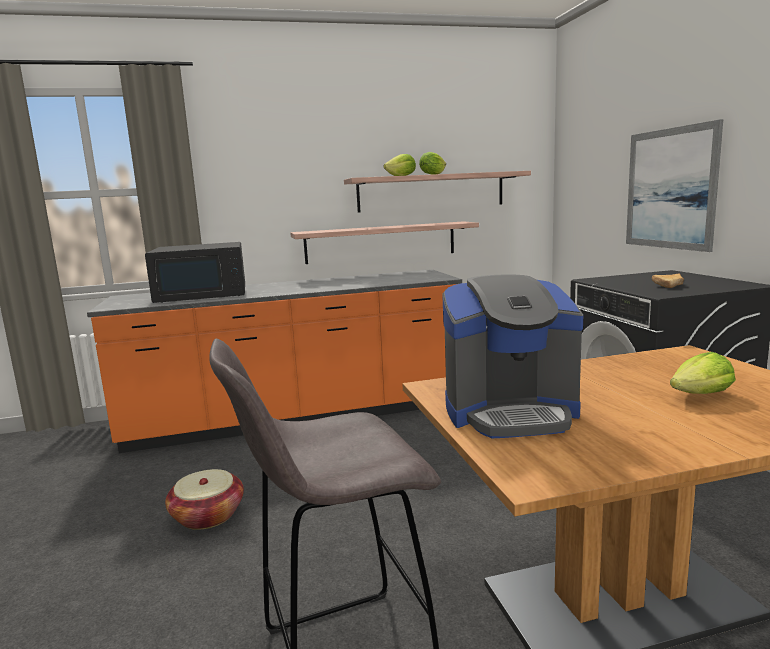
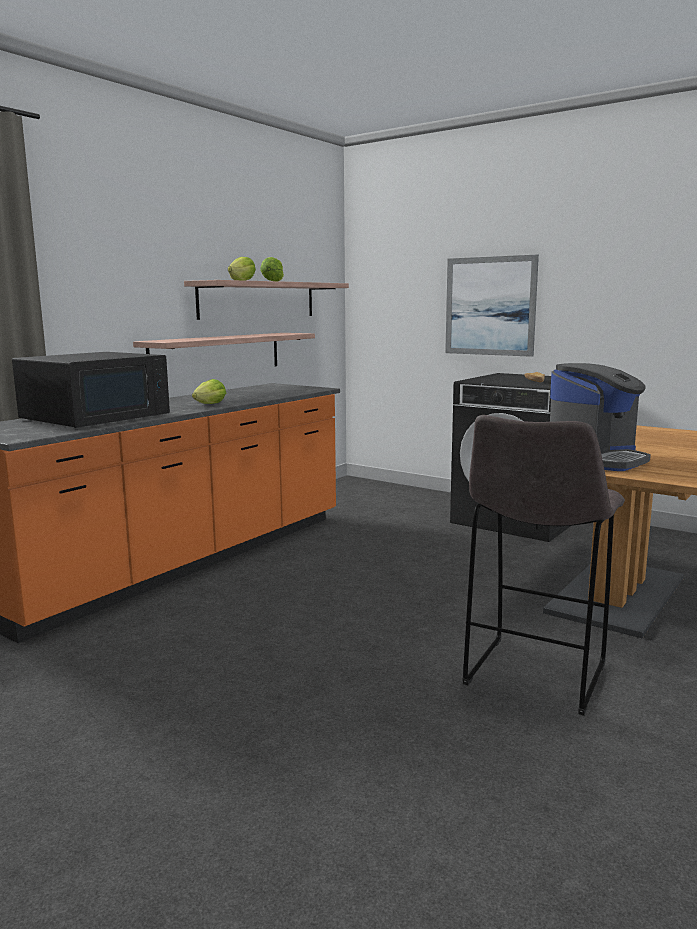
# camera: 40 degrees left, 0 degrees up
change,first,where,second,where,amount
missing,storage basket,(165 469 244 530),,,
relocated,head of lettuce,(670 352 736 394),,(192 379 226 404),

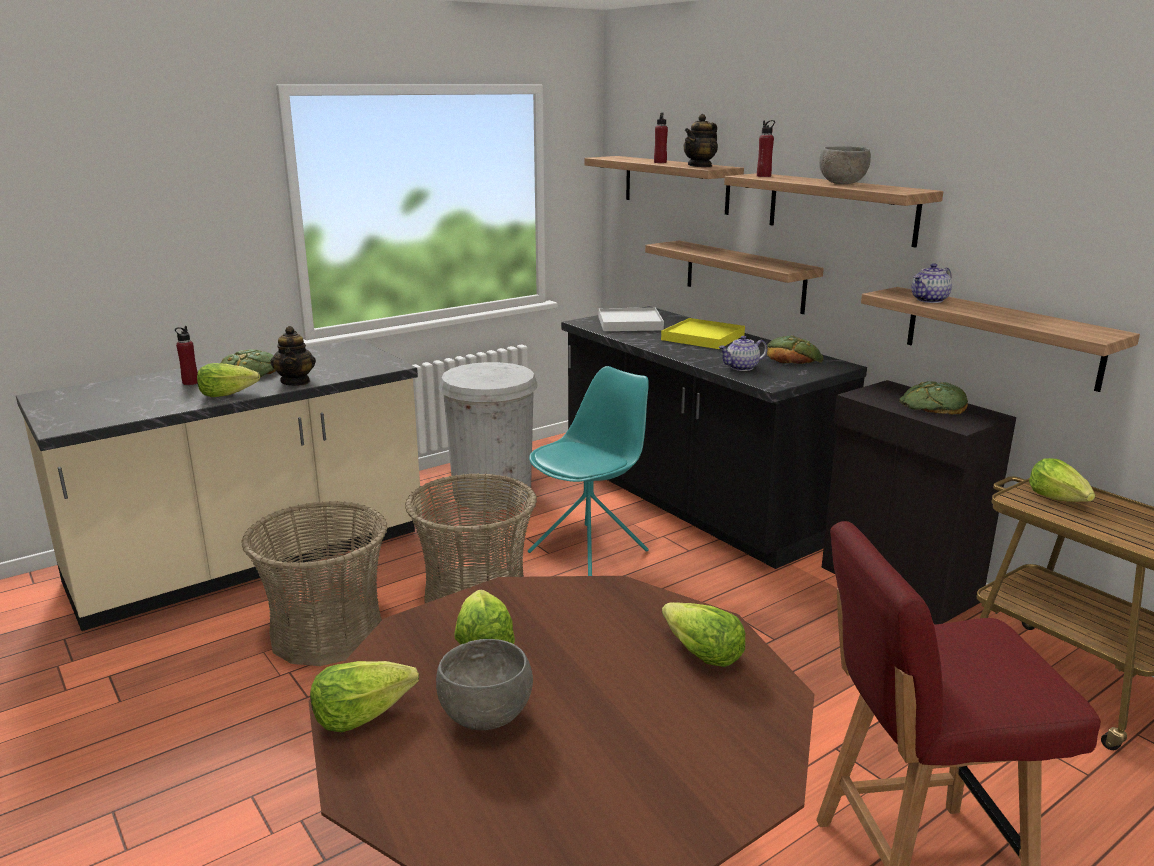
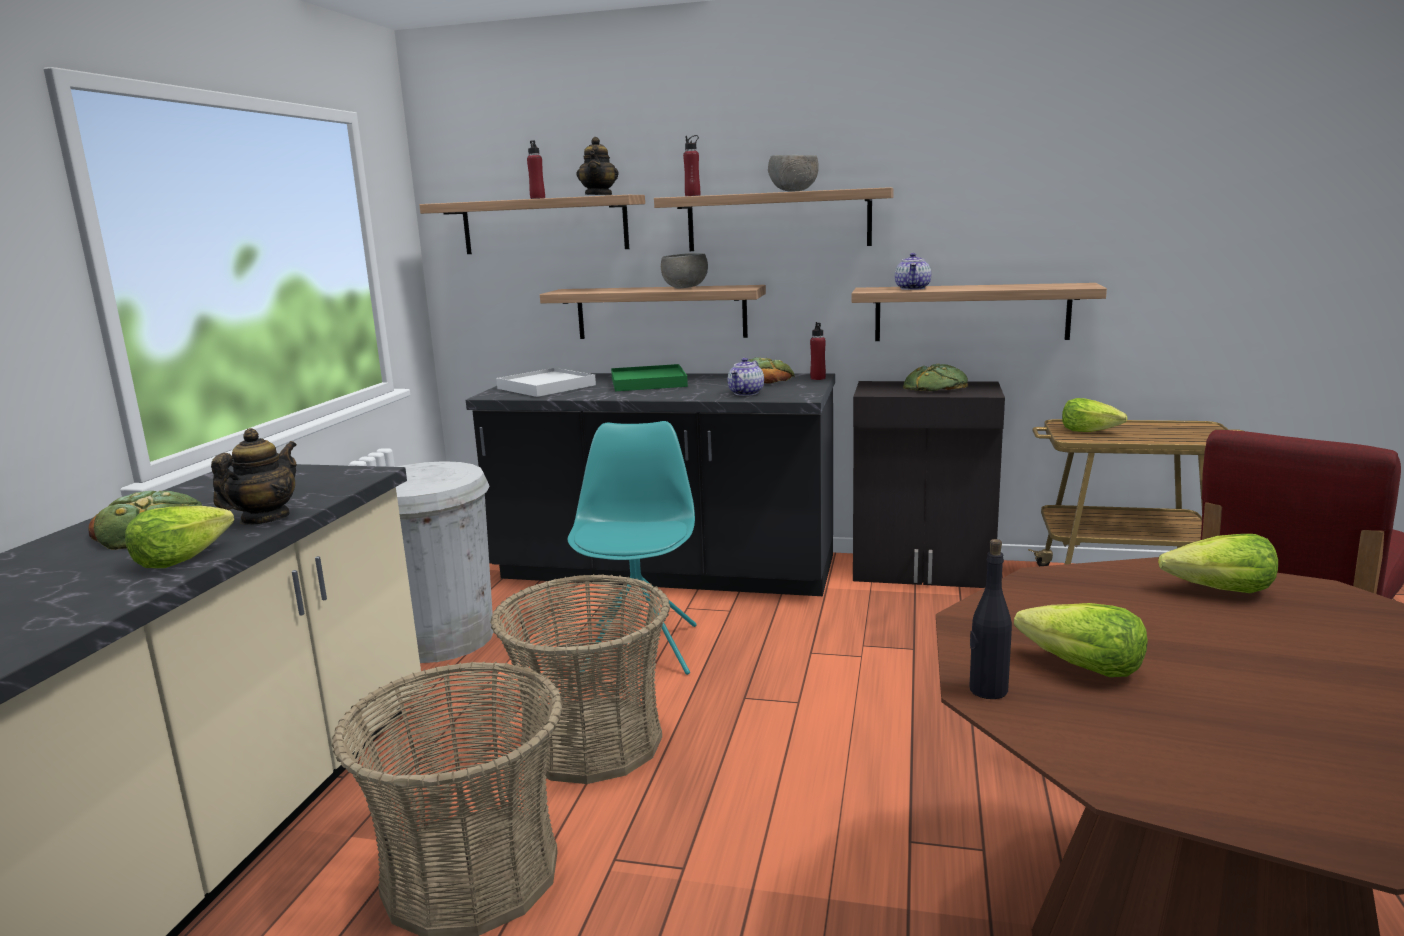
# camera: 40 degrees left, 5 degrees down
change,first,where,second,where,amount
relocated,reddish drink bottle,(175 326 198 385),,(810 322 826 380),
spun,tea pot,(270 326 316 386),,(211 428 297 525),105 degrees counterclockwise
missing,head of lettuce,(310 661 419 732),,,
relocated,greyish deep dish,(436 639 533 730),,(661 253 708 289),
colour,yellowish carrying tray,(661 318 745 349),green-coloured carrying tray,(611 364 688 391),
appeared,,,black drink bottle,(970 539 1012 699),

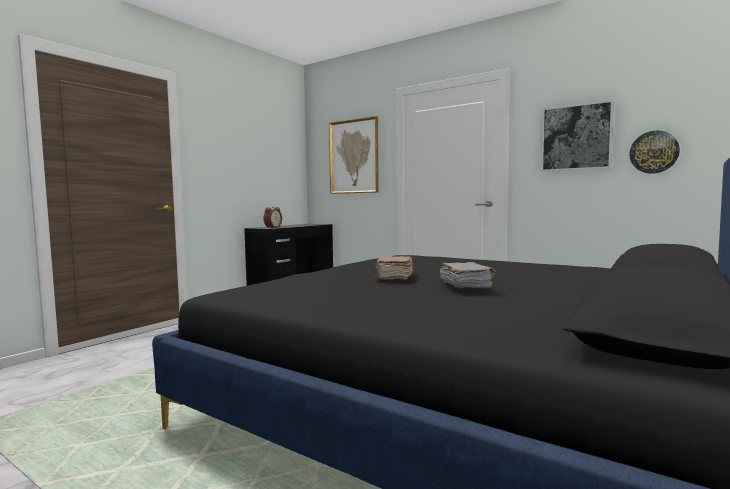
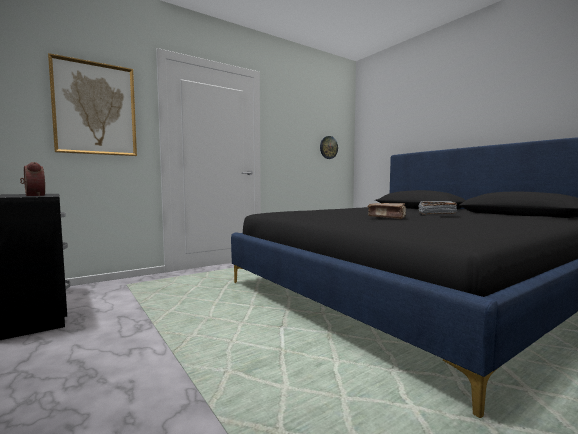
# camera: 70 degrees left, 0 degrees up
change,first,where,second,where,amount
missing,picture,(540 99 615 172),,,

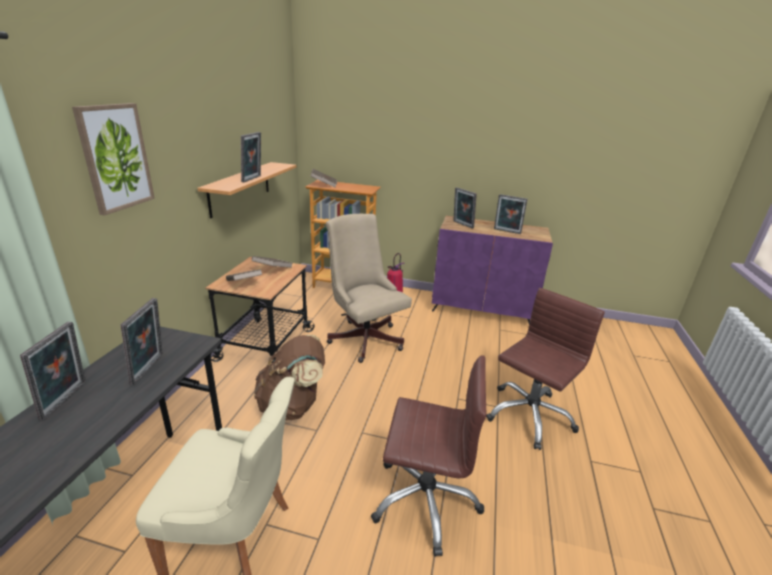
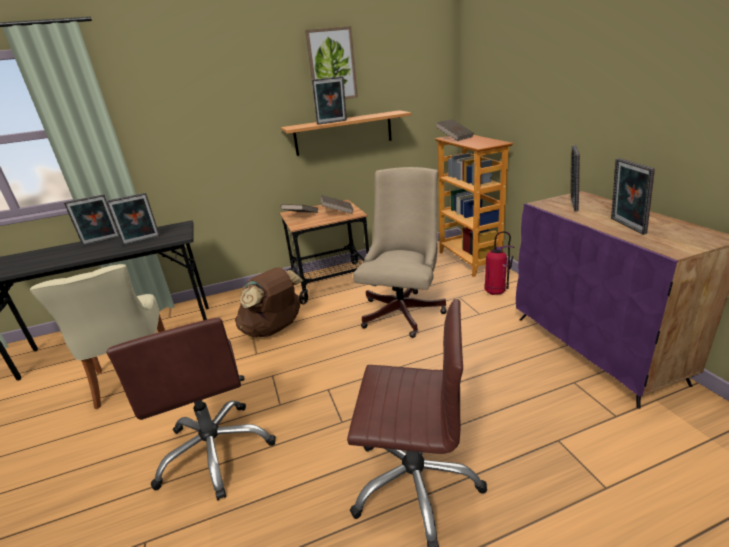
# camera: 60 degrees right, 0 degrees up
change,first,where,second,where,amount
relocated,picture,(72 103 155 216),,(305 26 358 99),

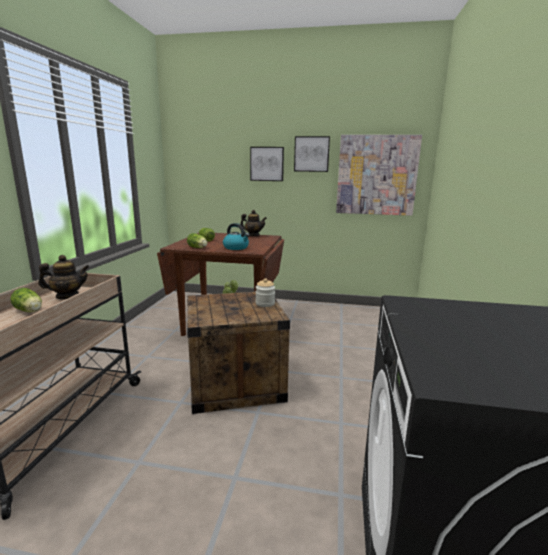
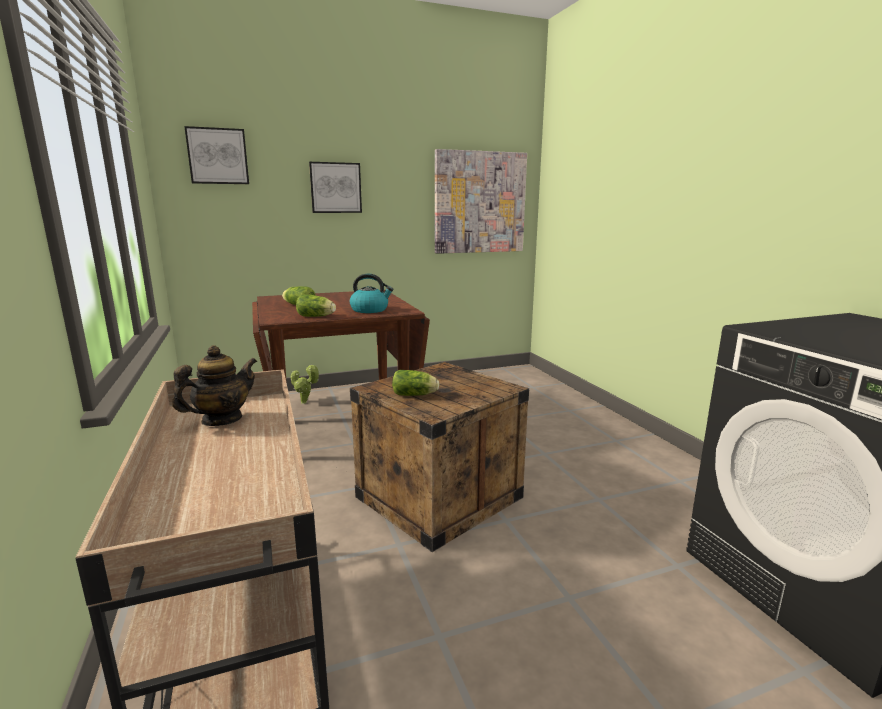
# camera: 30 degrees left, 0 degrees up
change,first,where,second,where,amount
relocated,head of lettuce,(10 288 42 312),,(392 370 439 396),
missing,tea pot,(240 210 267 236),,,
missing,jar,(256 279 275 307),,,
relocated,picture,(294 136 330 172),,(184 126 249 184),

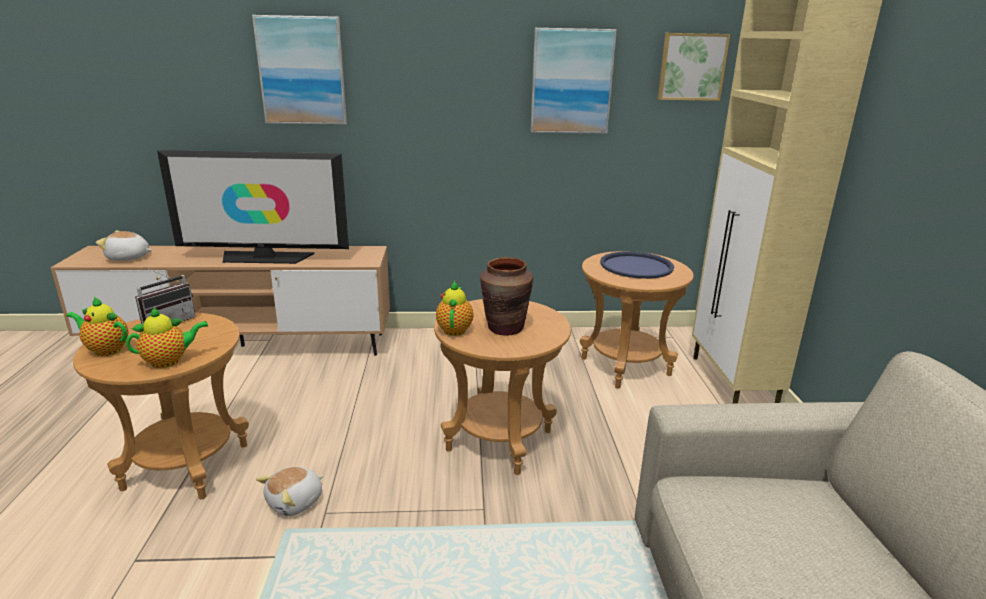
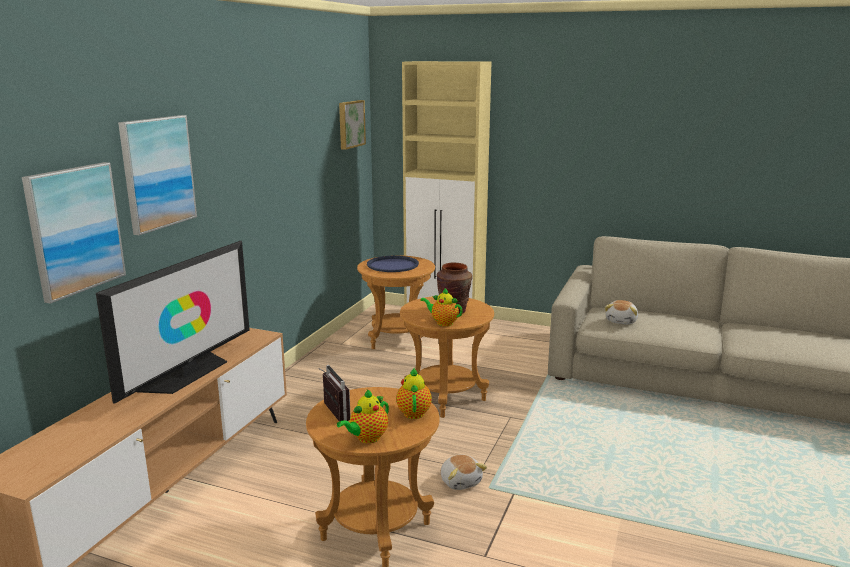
# camera: 65 degrees left, 5 degrees down
change,first,where,second,where,amount
relocated,plush toy,(96 231 152 261),,(605 300 638 324),
relocated,picture,(530 28 617 134),,(22 162 126 304),

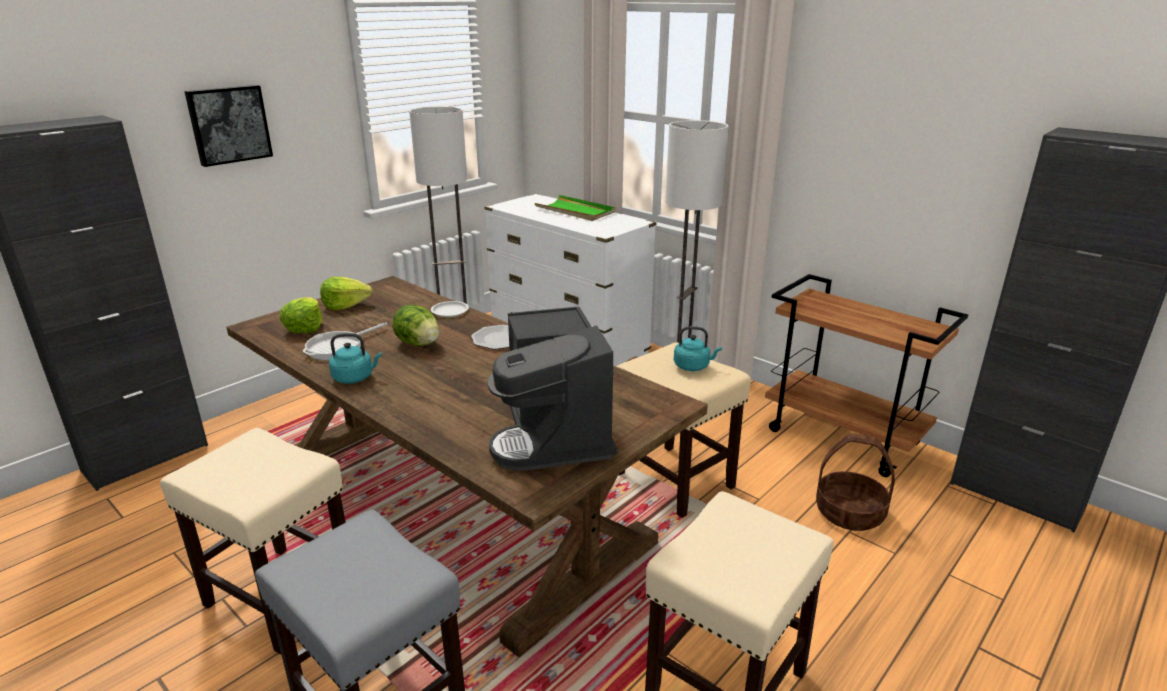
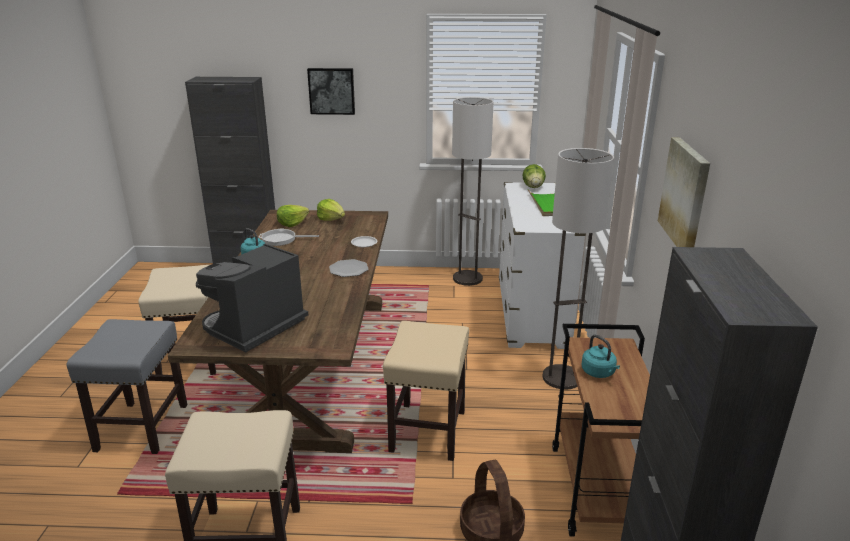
# camera: 50 degrees right, 0 degrees up
change,first,where,second,where,amount
relocated,head of lettuce,(392 305 439 346),,(522 164 546 188),
relocated,turquoise tea kettle,(674 326 722 371),,(582 334 620 378),
appeared,,,picture,(658 137 710 247),

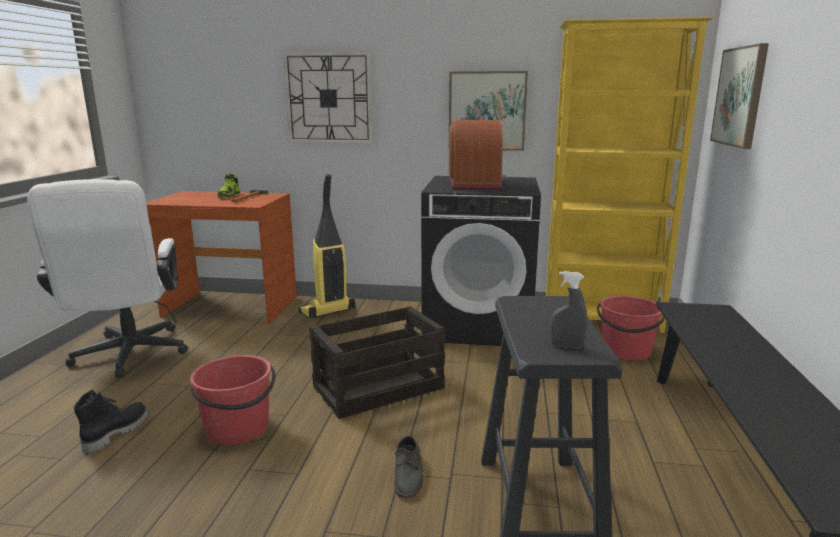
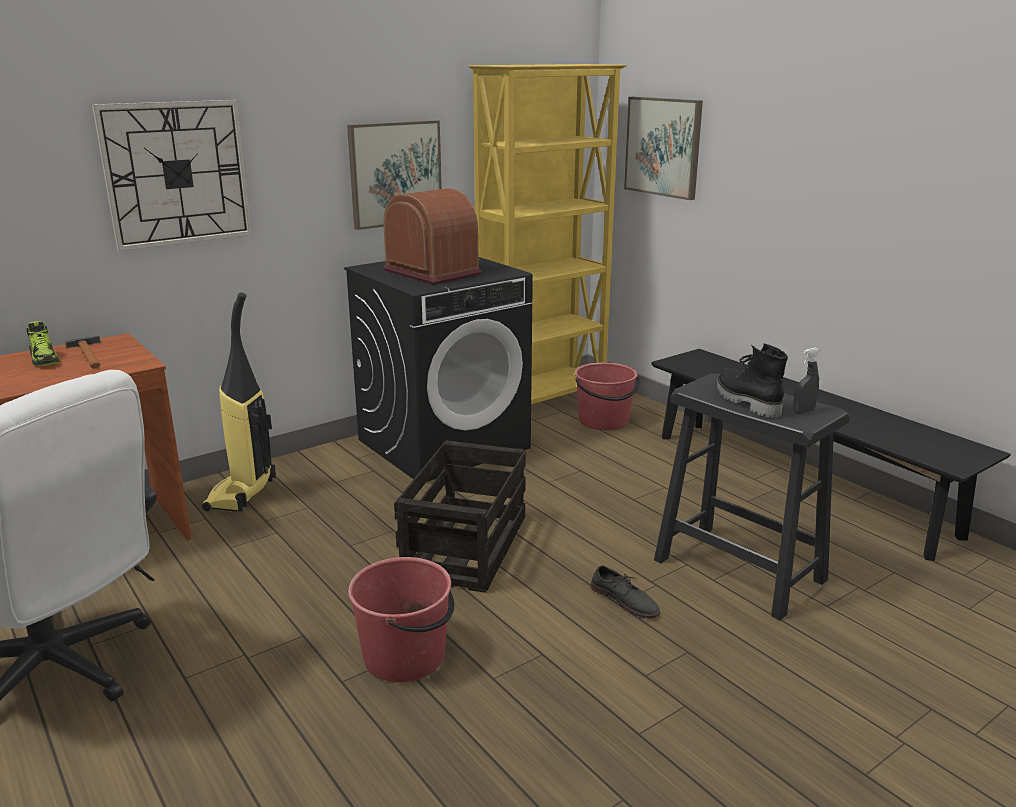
# camera: 45 degrees left, 5 degrees up
change,first,where,second,where,amount
relocated,black high-top boot,(74 389 148 454),,(717 343 788 418),

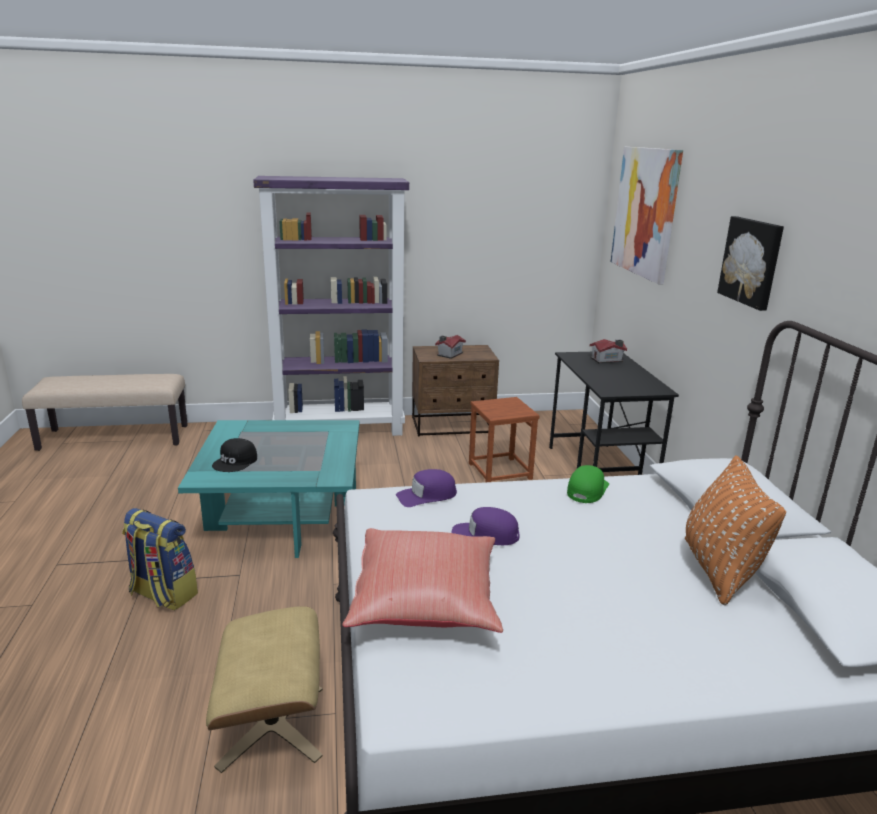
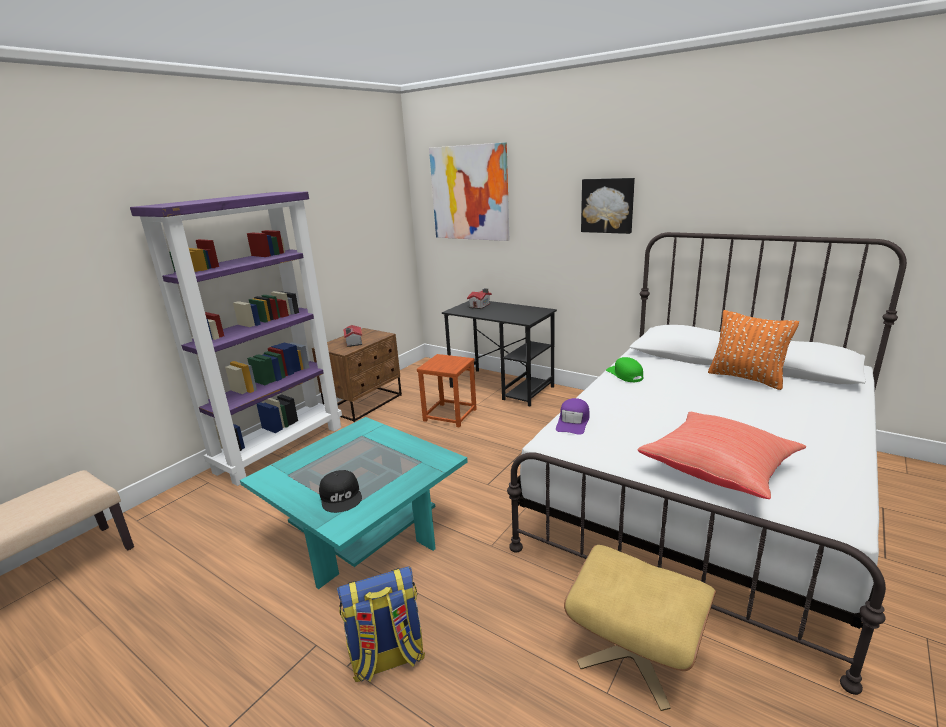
# camera: 45 degrees left, 0 degrees up
change,first,where,second,where,amount
missing,purple-coloured cap,(451 507 519 545),,,

